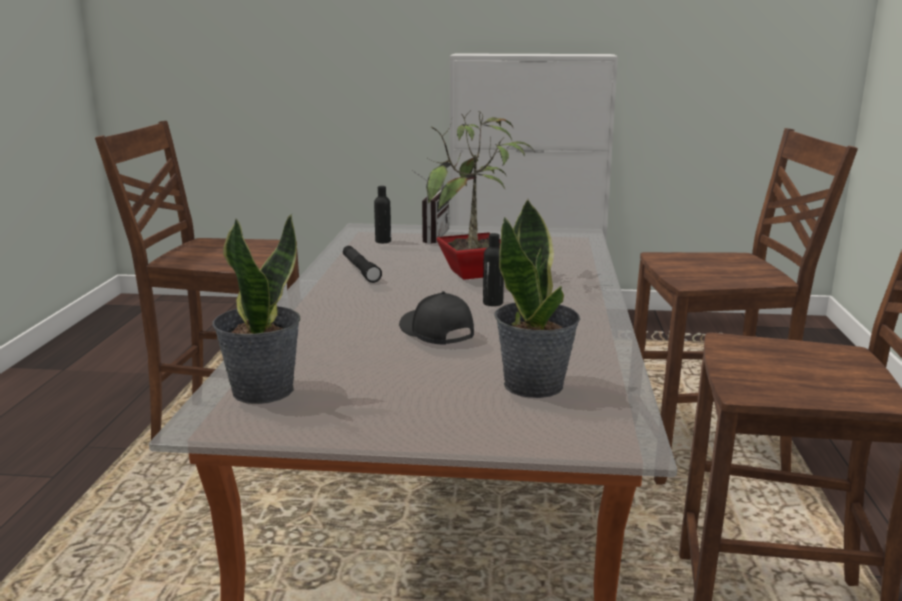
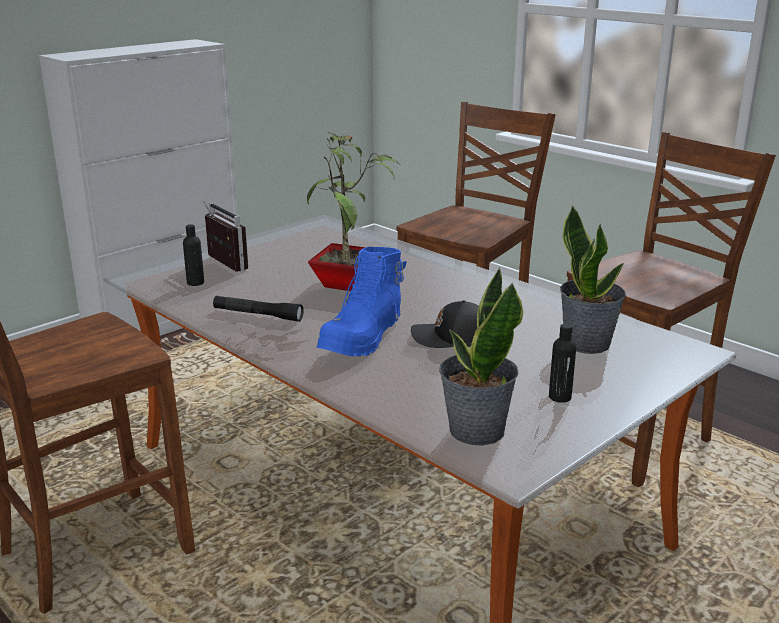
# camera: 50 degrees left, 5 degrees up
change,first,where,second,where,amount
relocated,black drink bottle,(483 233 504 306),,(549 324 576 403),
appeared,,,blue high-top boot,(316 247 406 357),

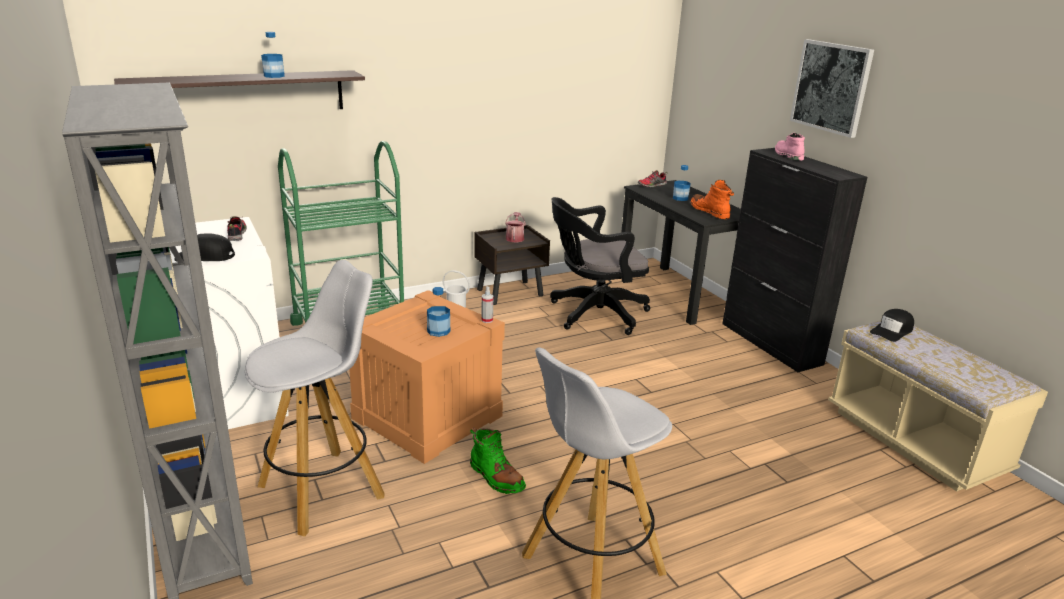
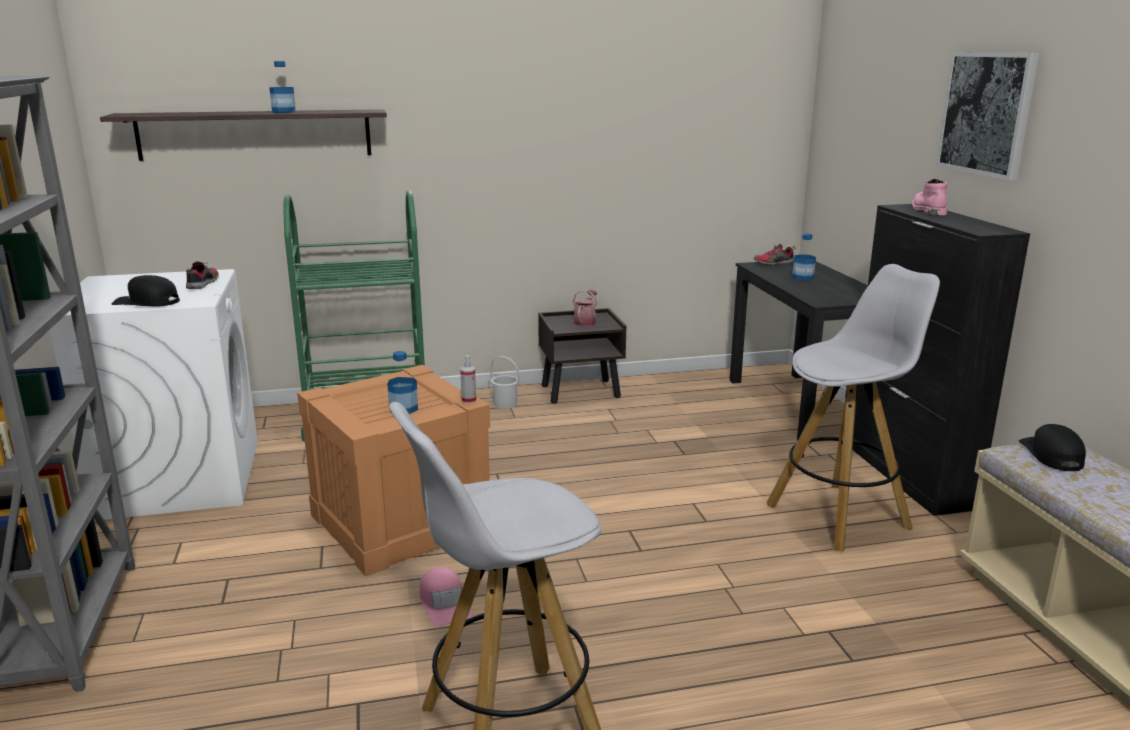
# camera: 15 degrees right, 5 degrees down
change,first,where,second,where,amount
relocated,white-coloured sitting stool,(245 260 384 537),,(767 264 940 552),
exchanged,green-coloured high-top boot,(470 427 526 494),pink-coloured cap,(420 567 472 626),
missing,black office chair,(550 197 650 335),,,
missing,orange-coloured high-top boot,(691 180 734 219),,,
spun,black cap,(870 309 914 342),,(1019 424 1086 471),120 degrees clockwise

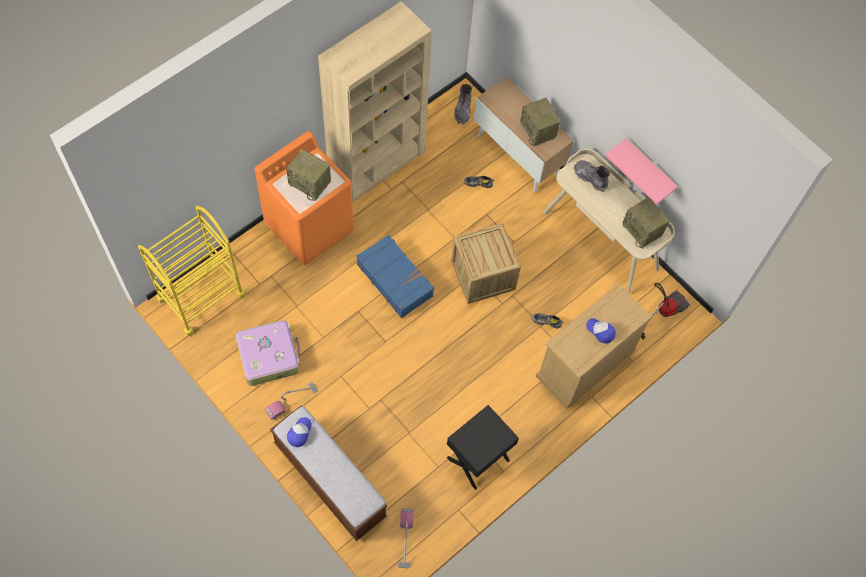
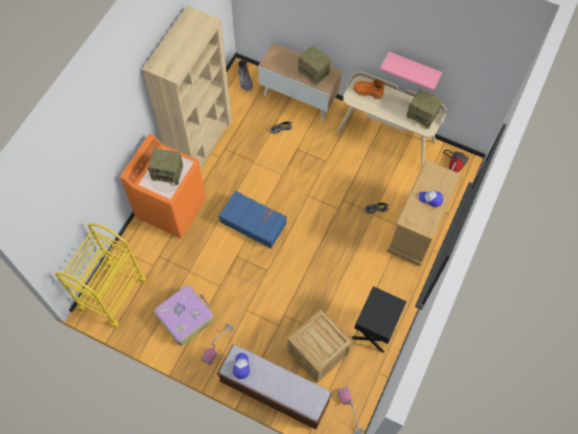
# camera: 20 degrees left, 0 degrees up
change,first,where,second,where,amount
relocated,crate,(451 223 521 304),,(287 309 353 383),
colour,greyish high-top boot,(574 160 610 192),orange-coloured high-top boot,(353 79 384 99),

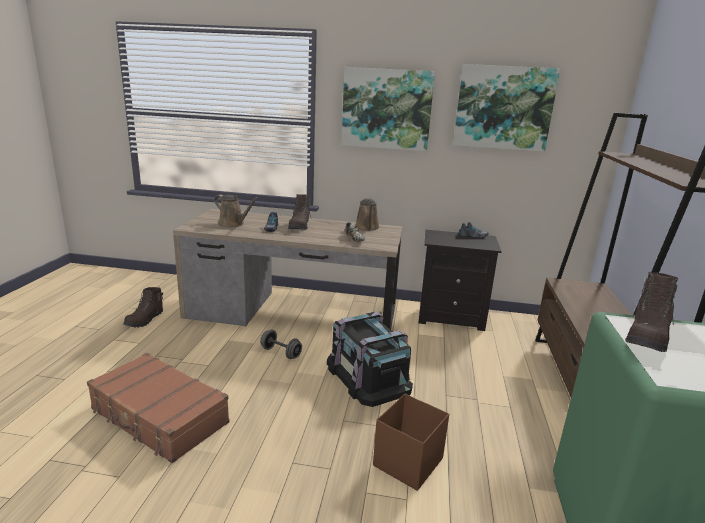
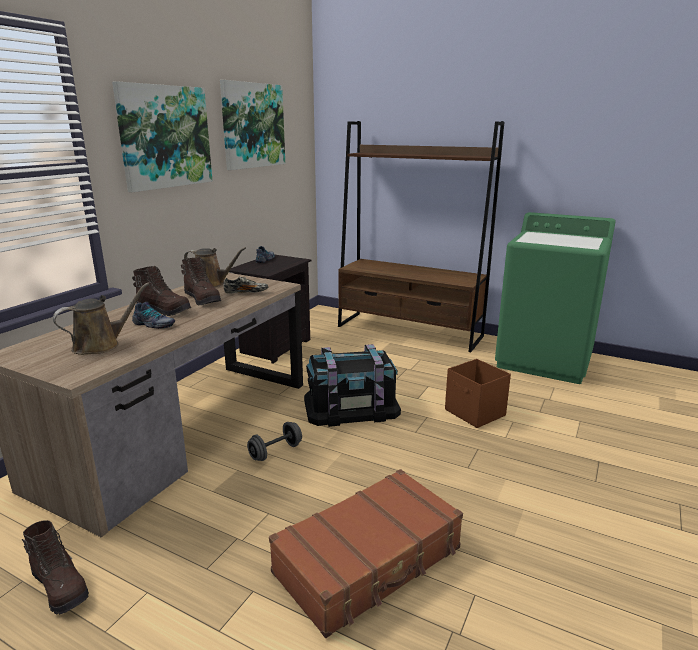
# camera: 70 degrees left, 0 degrees up
change,first,where,second,where,amount
relocated,brown high-top boot,(625 272 678 352),,(181 257 221 305),

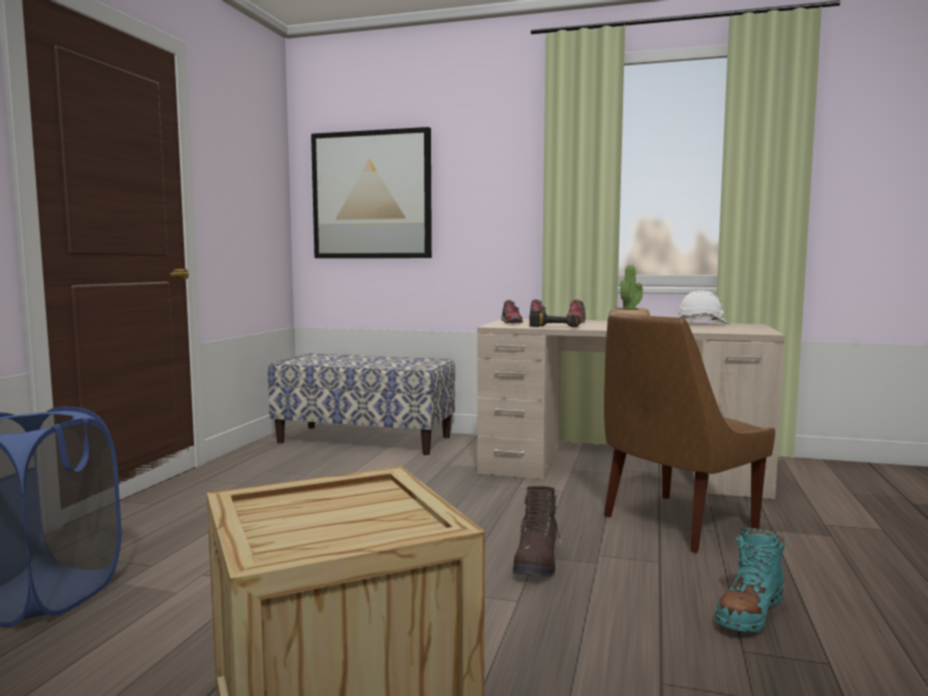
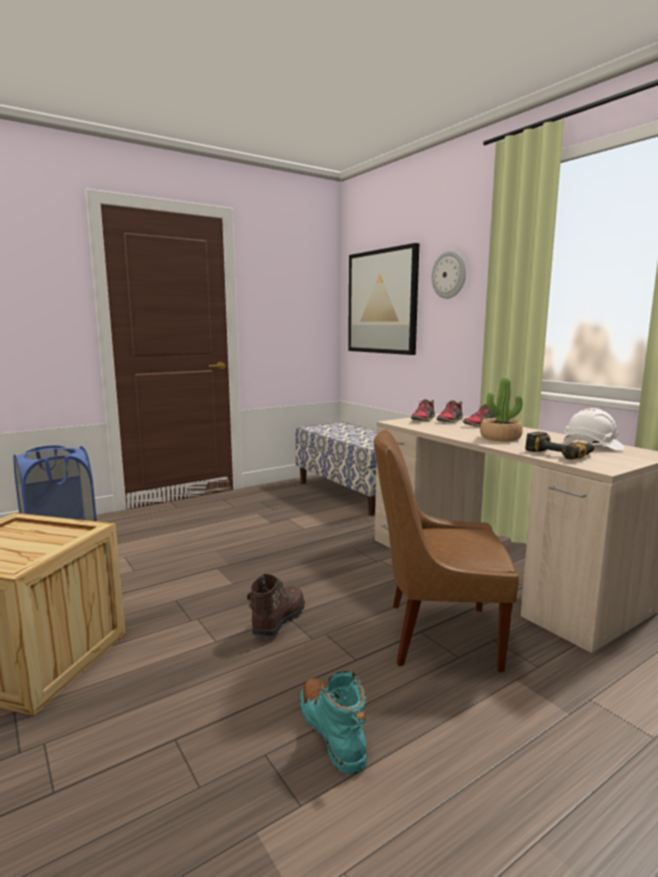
# camera: 40 degrees right, 5 degrees up
change,first,where,second,where,amount
spun,brown high-top boot,(512 486 561 577),,(247 574 305 638),150 degrees clockwise
relocated,drill,(529 310 582 327),,(525 432 594 460),
spun,turquoise high-top boot,(714 528 785 632),,(300 671 367 774),75 degrees clockwise
appeared,,,clock on the wall,(432 251 466 299),

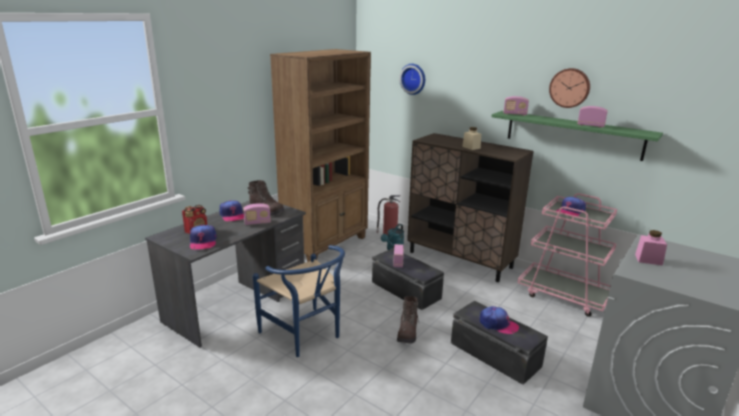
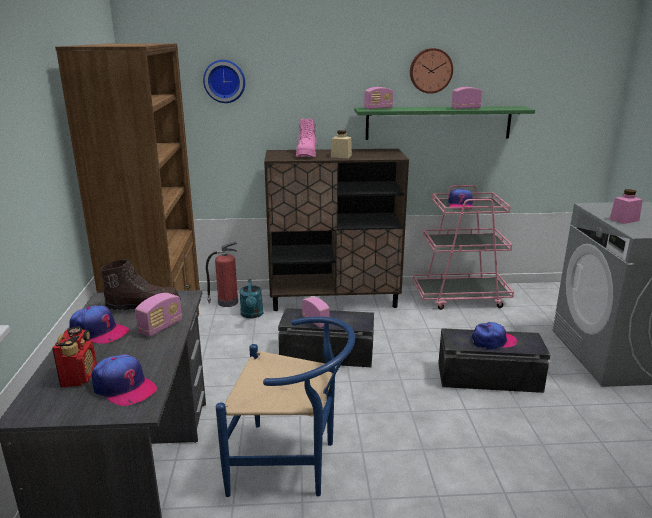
# camera: 40 degrees left, 0 degrees up
change,first,where,second,where,amount
missing,brown high-top boot,(397 296 419 343),,,
appeared,,,pink-coloured high-top boot,(296 118 318 157),

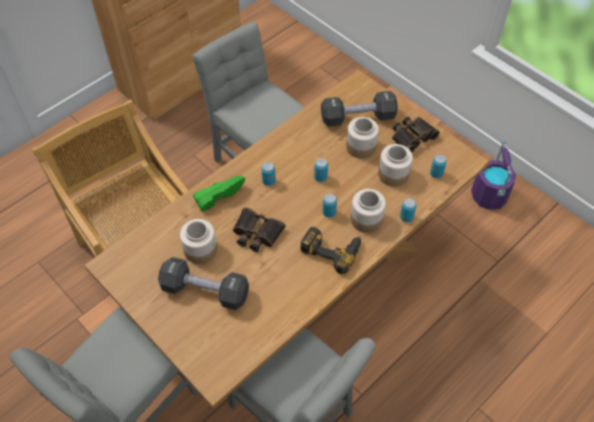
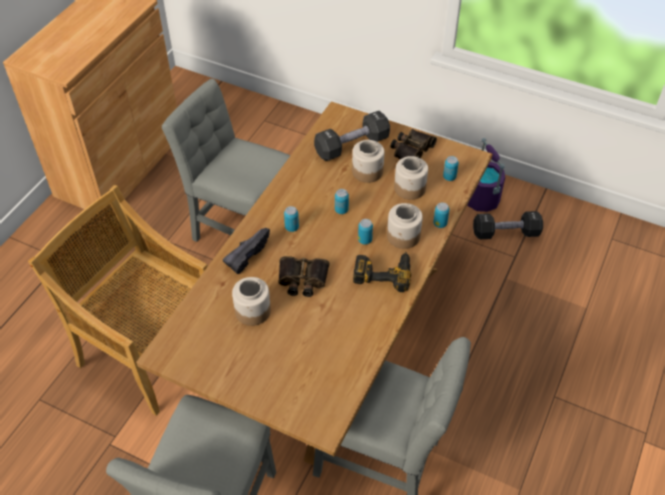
# camera: 20 degrees left, 5 degrees down
change,first,where,second,where,amount
relocated,black free weight,(158 257 249 310),,(473 211 543 239),
colour,green-coloured item of footwear,(193 176 245 211),black item of footwear,(223 228 270 274),

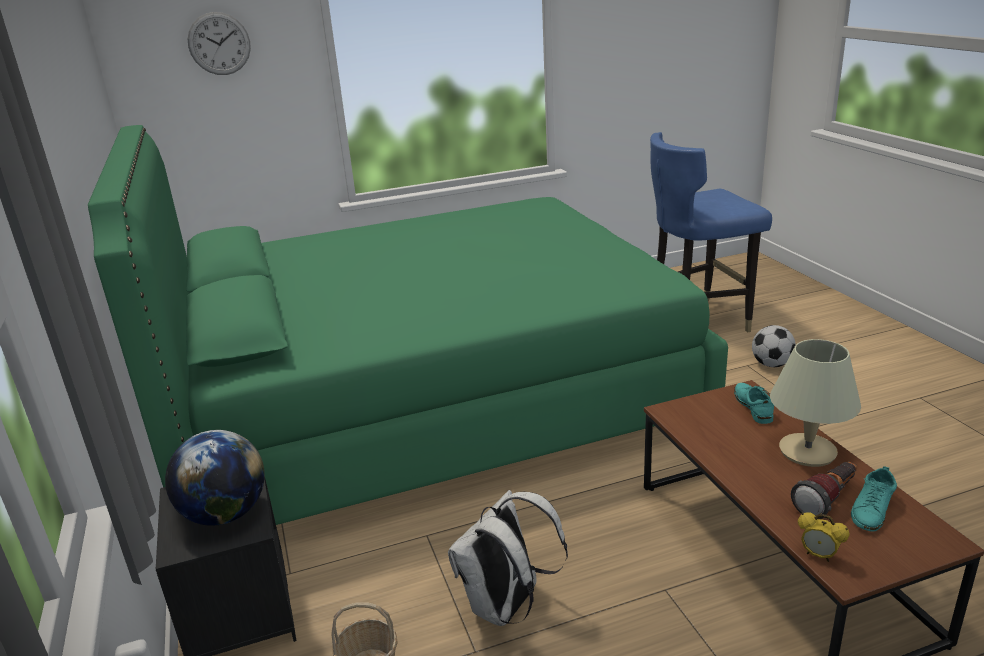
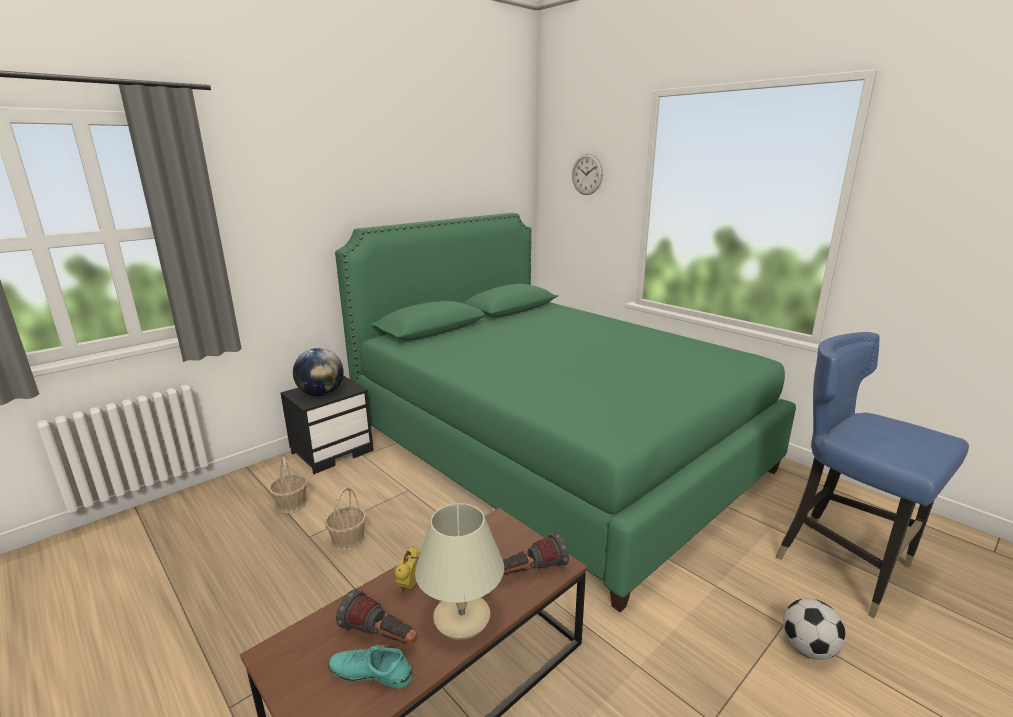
# camera: 65 degrees right, 5 degrees down
change,first,where,second,where,amount
exchanged,white-coloured backpack,(448 490 568 626),storage basket,(325 487 366 551),
exchanged,turquoise item of footwear,(734 383 774 424),torch,(503 532 569 575),
relocated,bedside clock,(798 512 850 562),,(394 546 420 592),

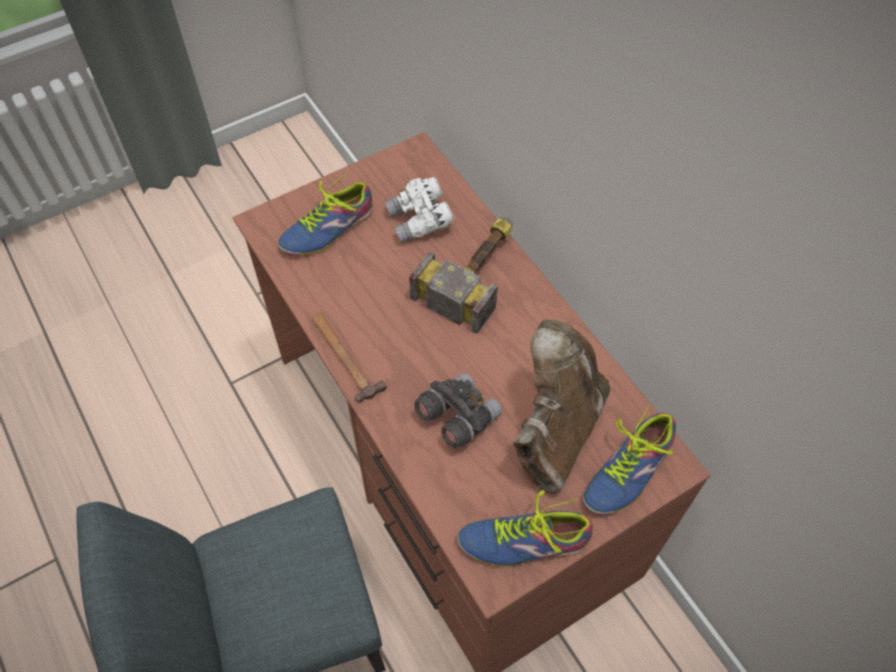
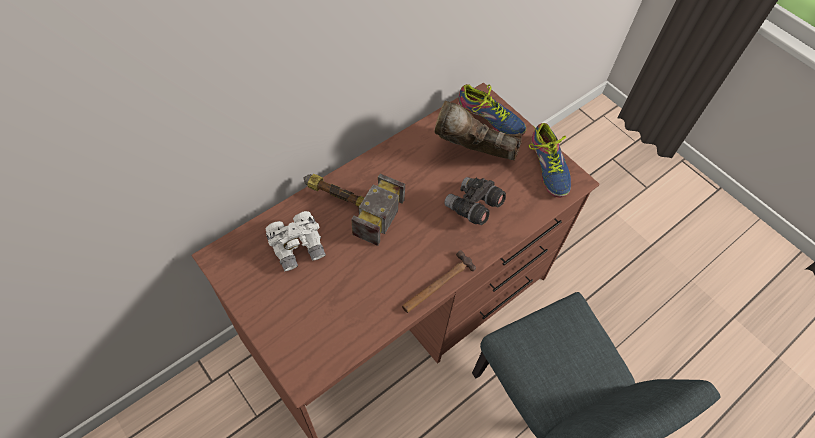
# camera: 100 degrees left, 0 degrees up
change,first,where,second,where,amount
missing,item of footwear,(278 172 373 256),,,

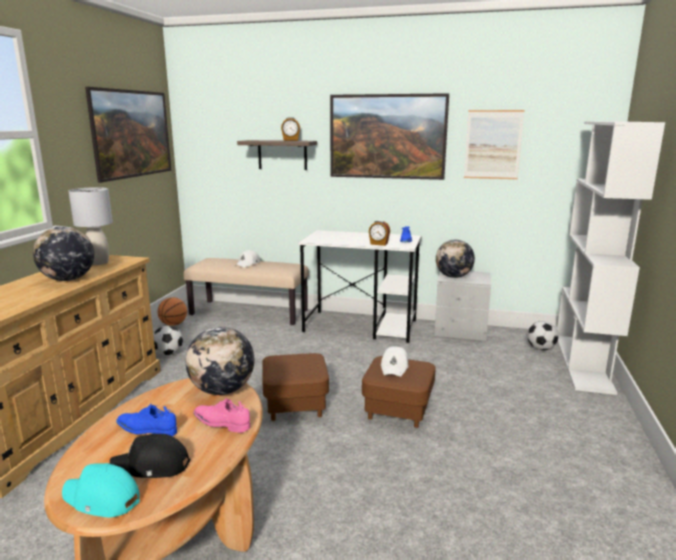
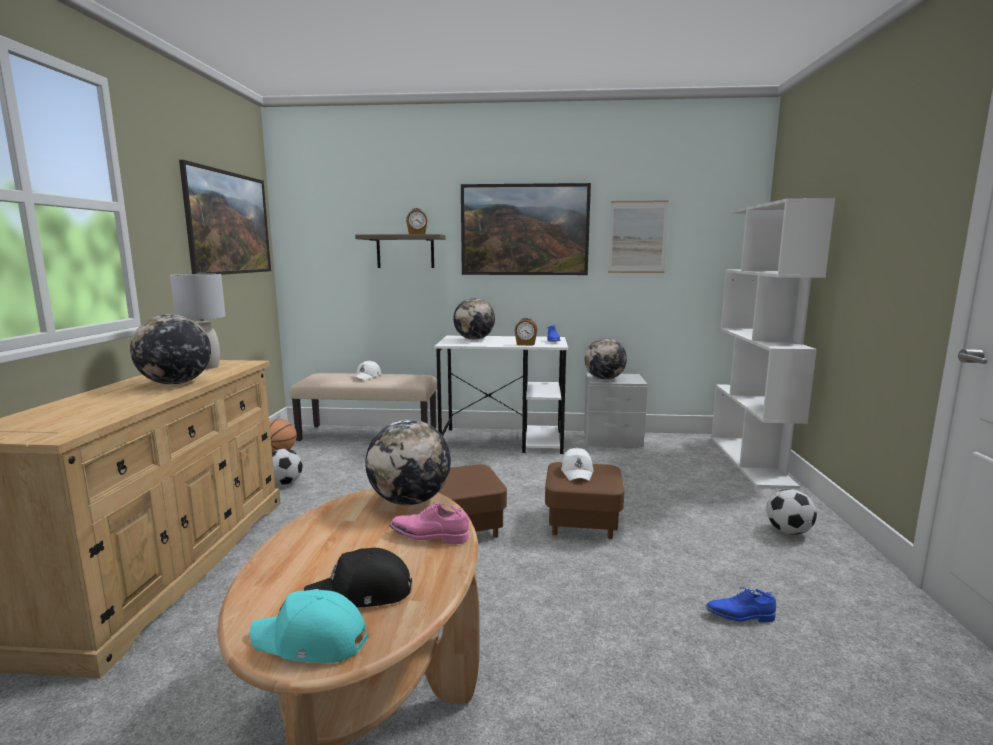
# camera: 10 degrees left, 5 degrees down
change,first,where,second,where,amount
relocated,blue item of footwear,(116 404 177 436),,(706 587 776 623),
relocated,ball for football,(527 321 558 350),,(766 489 817 535),
appeared,,,globe,(453 298 495 340),

